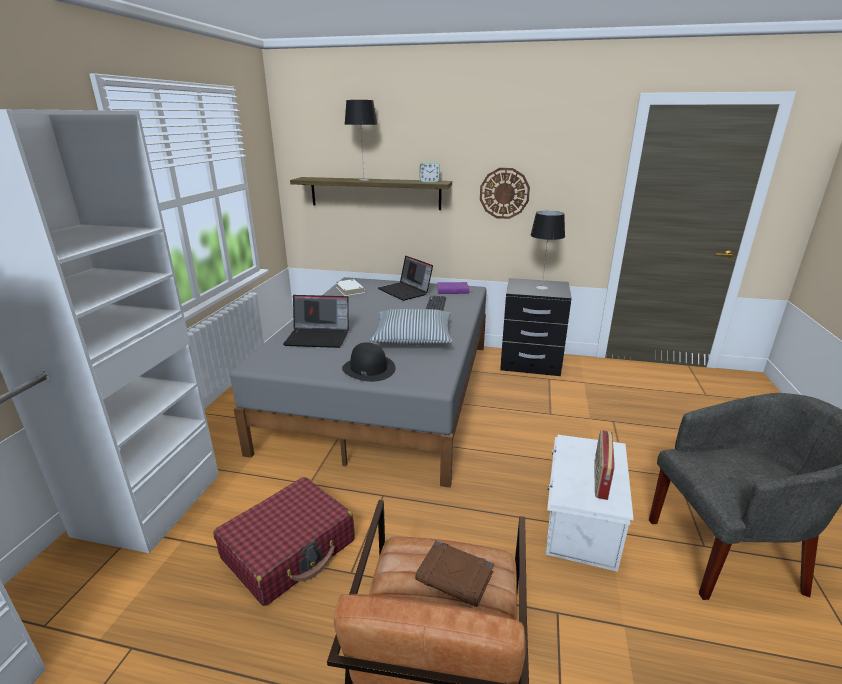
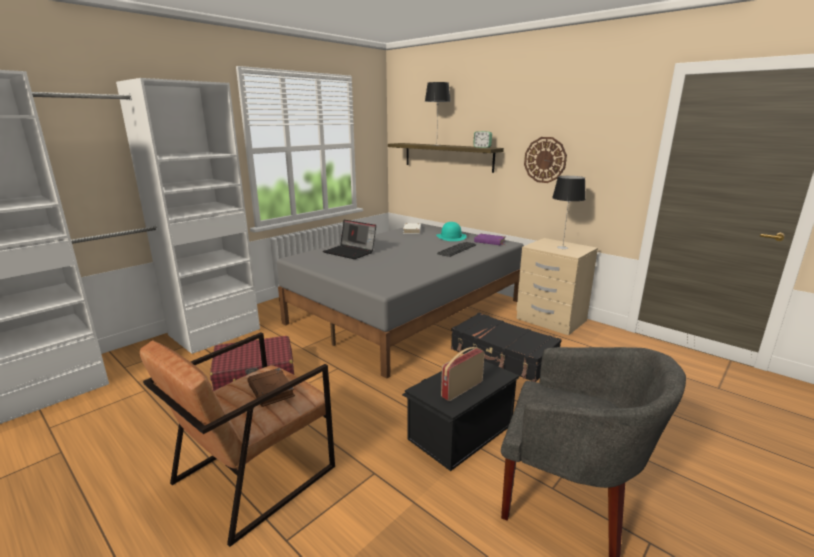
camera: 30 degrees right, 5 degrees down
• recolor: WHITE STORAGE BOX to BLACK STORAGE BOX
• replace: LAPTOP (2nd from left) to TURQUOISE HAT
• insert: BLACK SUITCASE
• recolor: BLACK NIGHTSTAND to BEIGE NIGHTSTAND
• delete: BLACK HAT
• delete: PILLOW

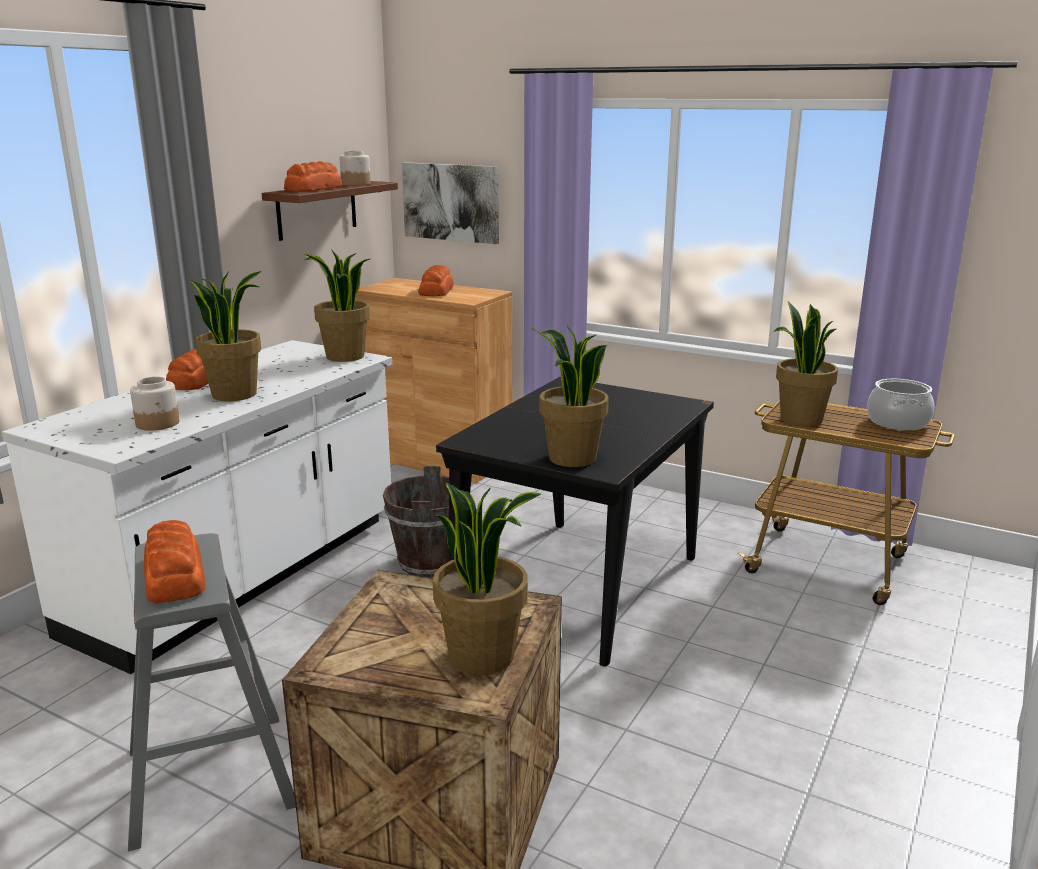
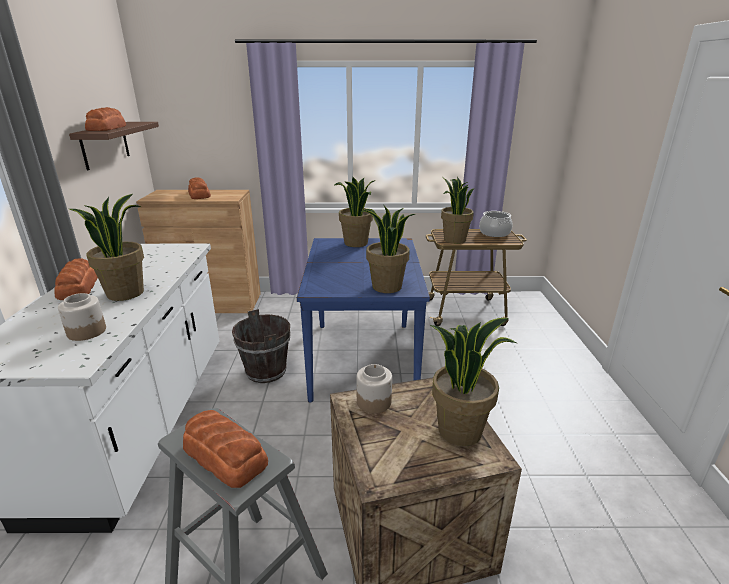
camera: 30 degrees left, 5 degrees up
• recolor: BLACK DINING TABLE to BLUE DINING TABLE
• move: POTTED PLANT (2nd from left)
• move: JAR (2nd from left)
• delete: PICTURE

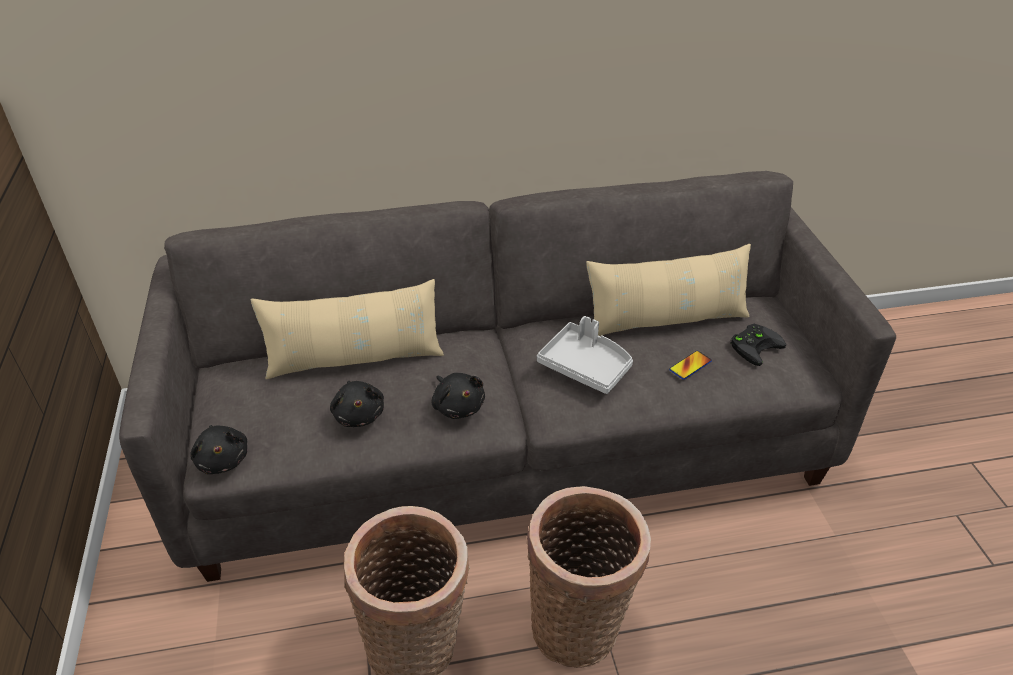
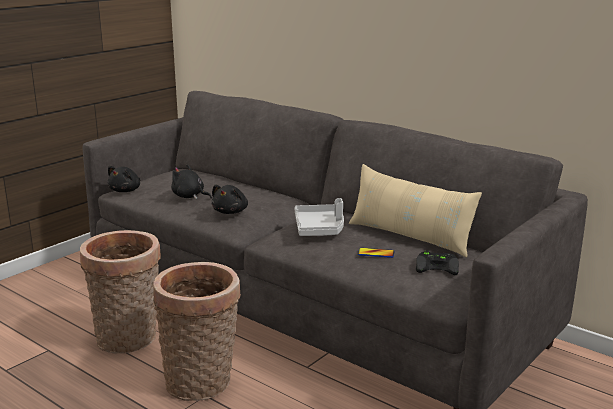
camera: 50 degrees right, 20 degrees down
• rotate: BLACK PLUSH TOY (2nd from left) 90 degrees clockwise
• delete: BEIGE PILLOW (1st from left)

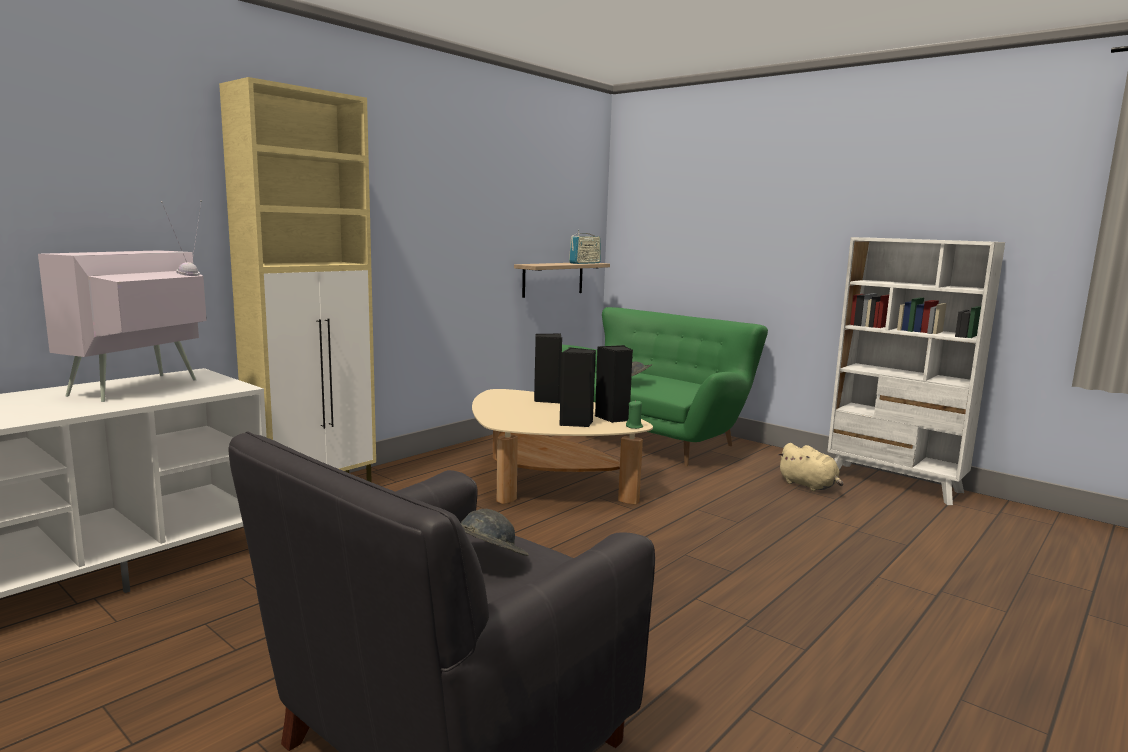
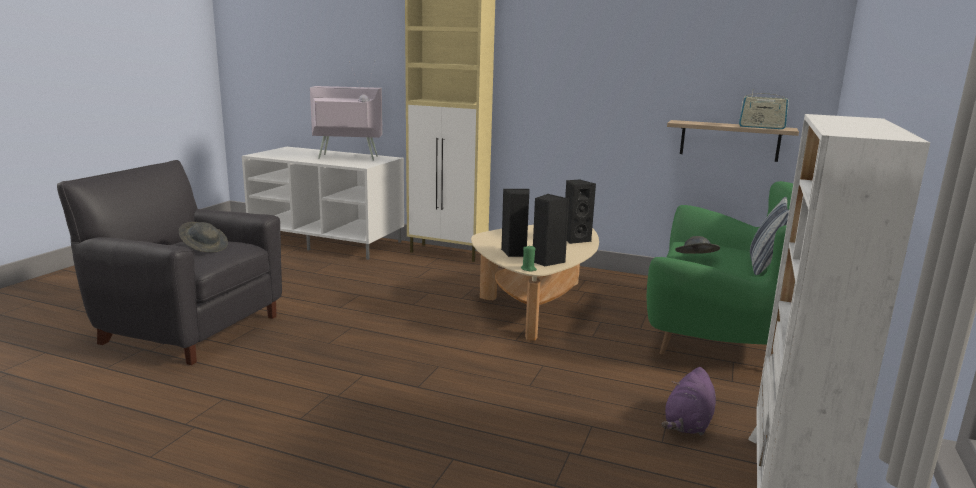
camera: 70 degrees right, 5 degrees up
• recolor: BEIGE PLUSH TOY to PURPLE PLUSH TOY
• insert: PILLOW

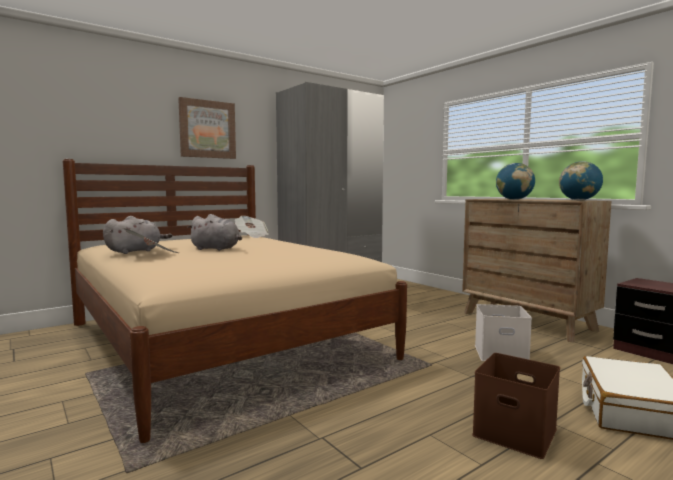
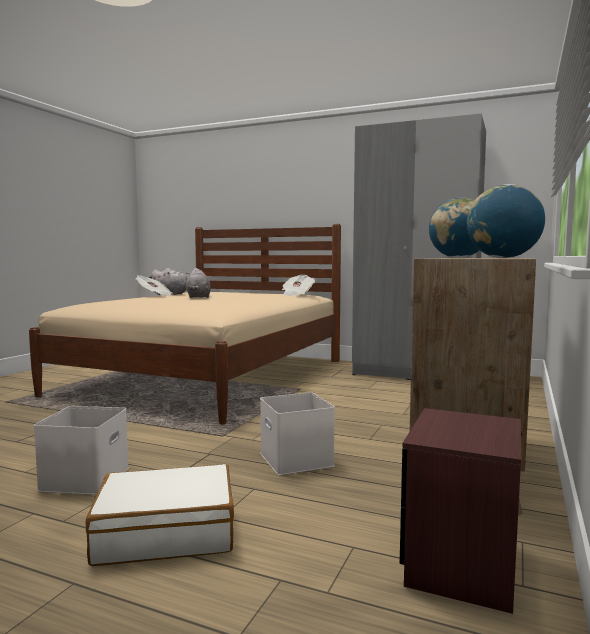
camera: 60 degrees right, 0 degrees up
• recolor: BROWN STORAGE BOX to WHITE STORAGE BOX (1st from left)
• delete: PICTURE

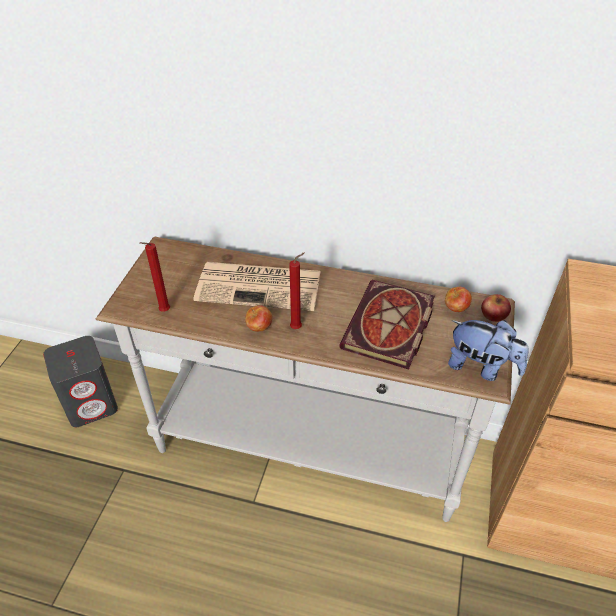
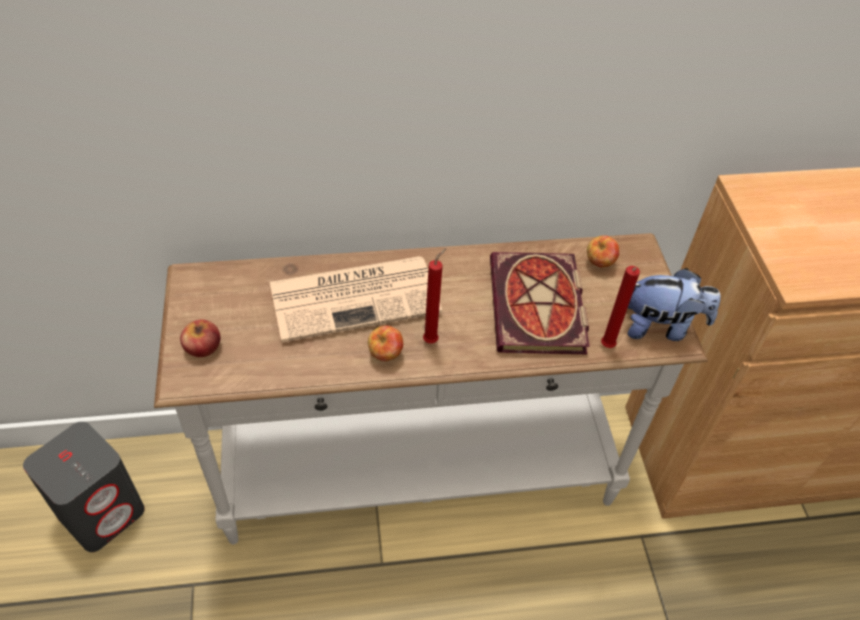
camera: 25 degrees left, 5 degrees up
• move: APPLE (3rd from left in the first image) to APPLE (1st from left)
• move: RED CANDLE (1st from left in the first image) to RED CANDLE (2nd from left)

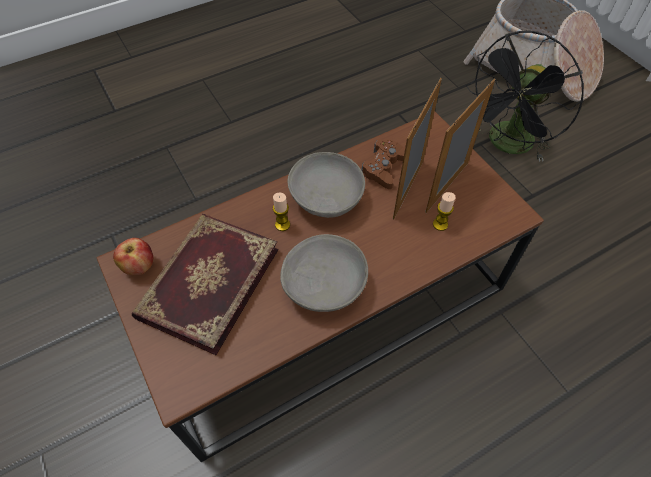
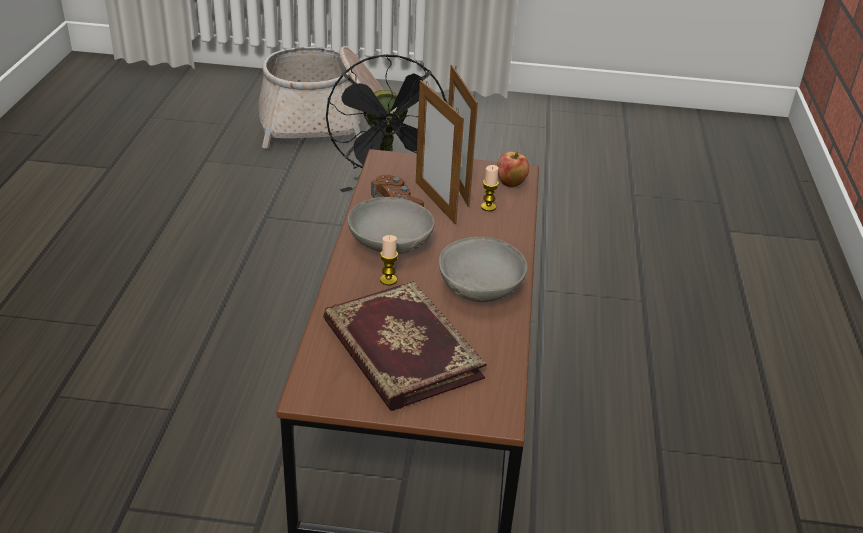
camera: 55 degrees left, 20 degrees down
• move: APPLE

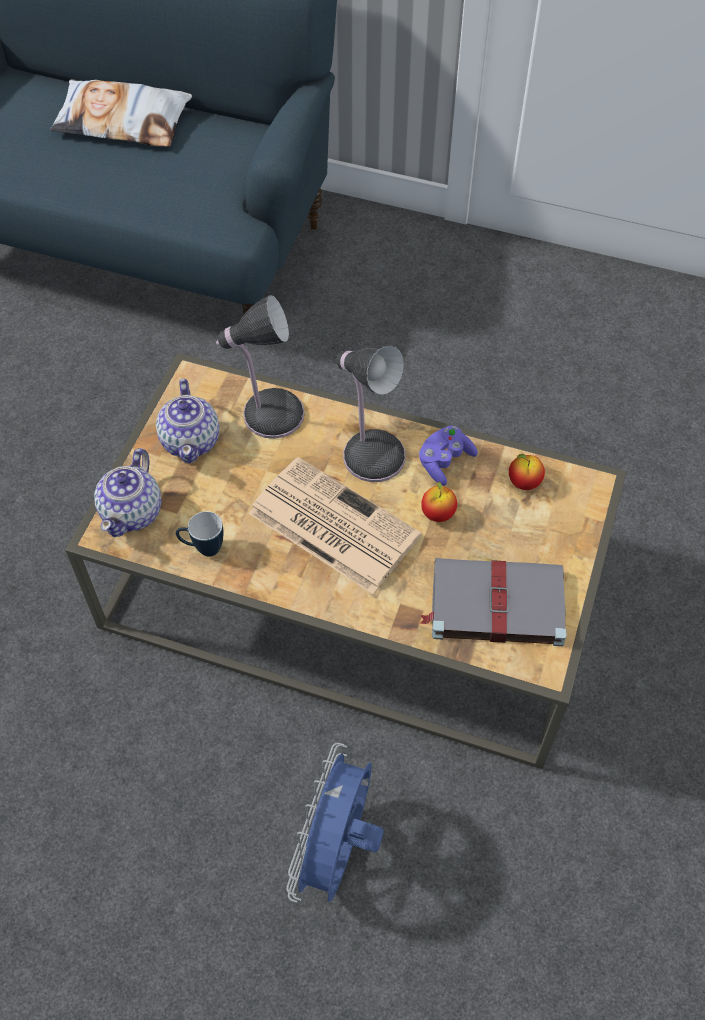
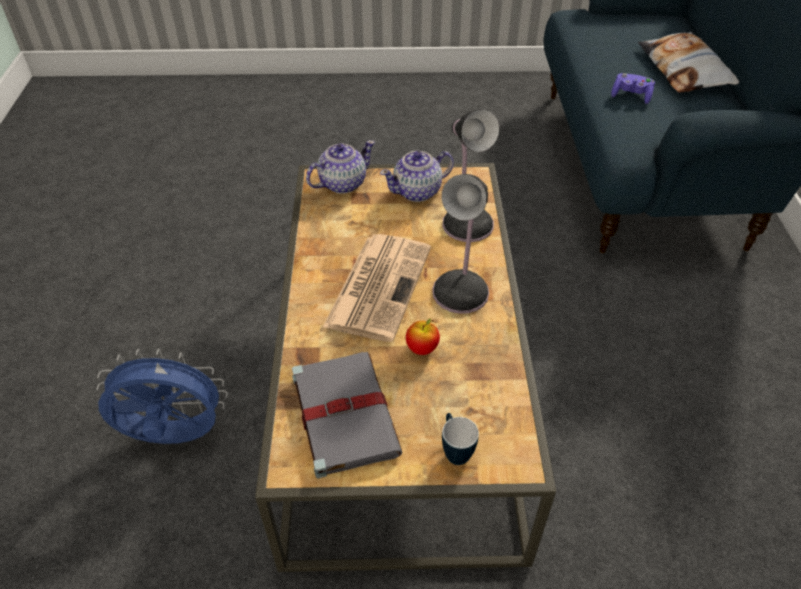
camera: 70 degrees right, 10 degrees down
• rotate: TEAPOT (1st from left) 150 degrees clockwise
• move: MUG
• move: PURPLE GAME CONTROLLER
• delete: APPLE (2nd from left)

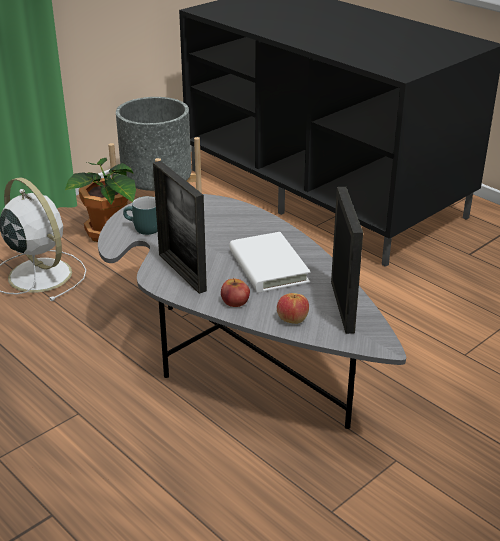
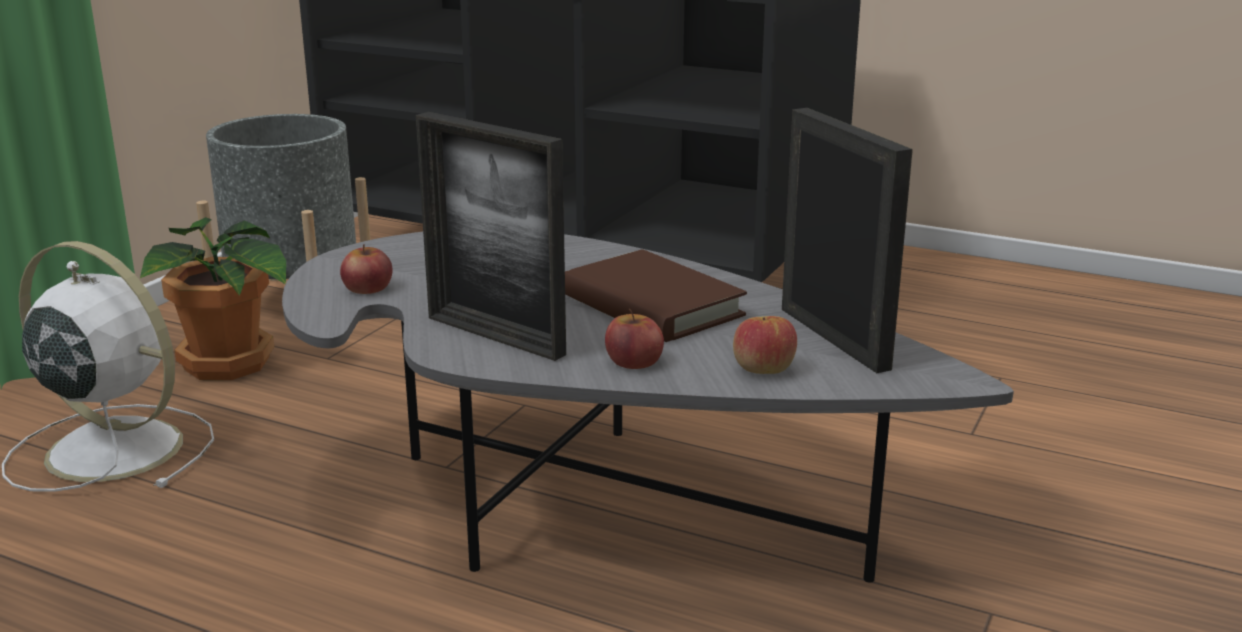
camera: 20 degrees left, 10 degrees down
• replace: TURQUOISE MUG to APPLE (1st from left)
• recolor: WHITE BOOK to BROWN BOOK

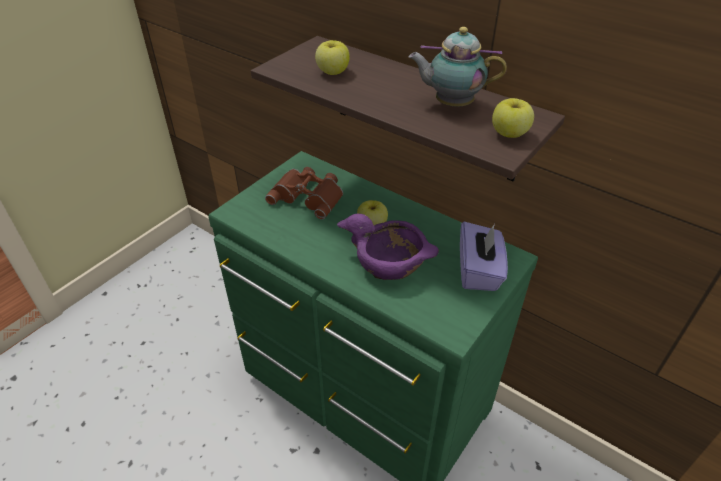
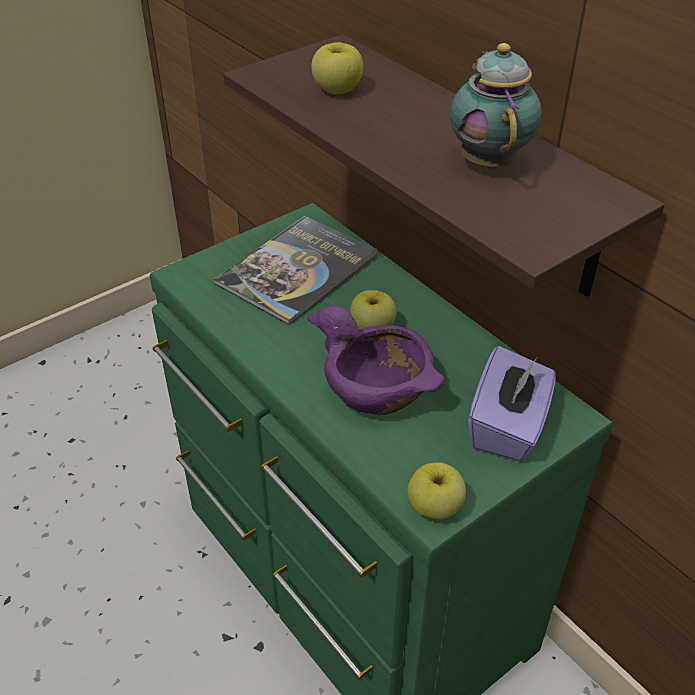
camera: 15 degrees right, 0 degrees up
• replace: BROWN BINOCULARS to BOOK
• move: APPLE (3rd from left)
• rotate: TEAPOT 60 degrees clockwise

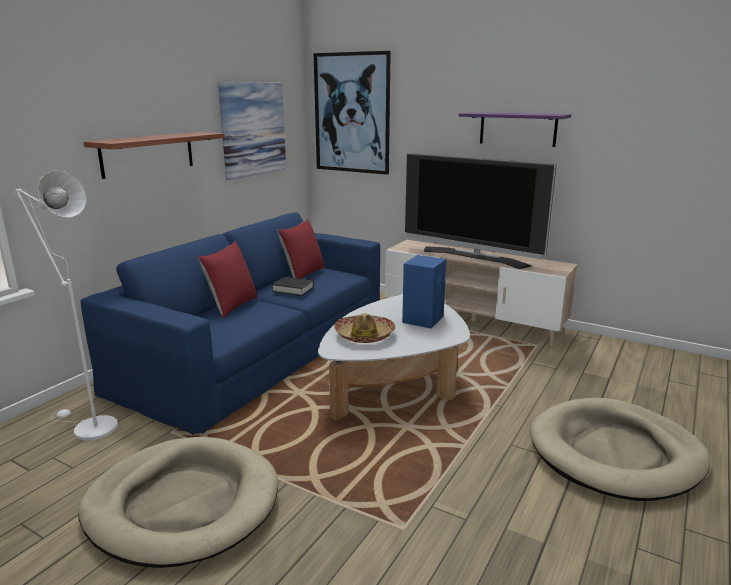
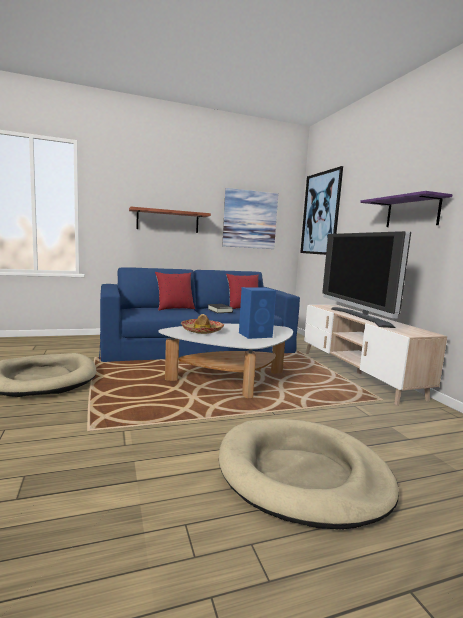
camera: 40 degrees right, 10 degrees down
• delete: WHITE FLOOR LAMP

